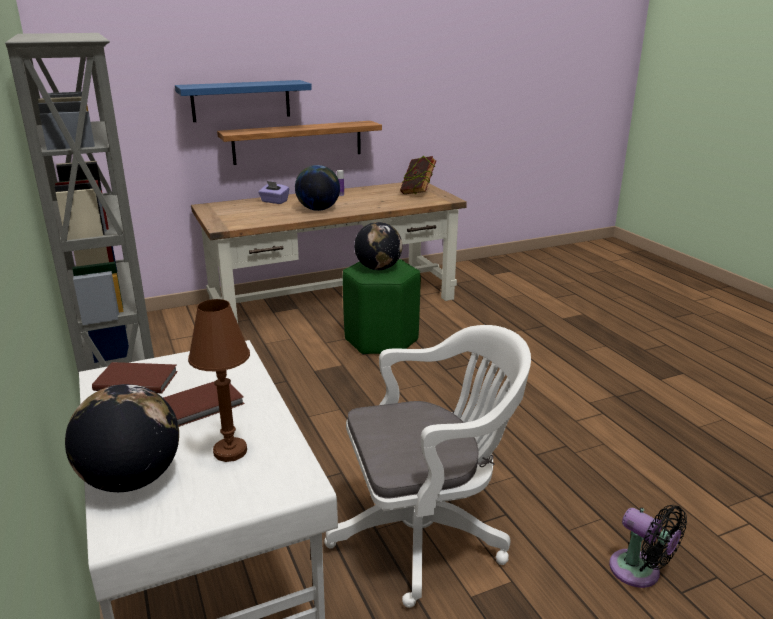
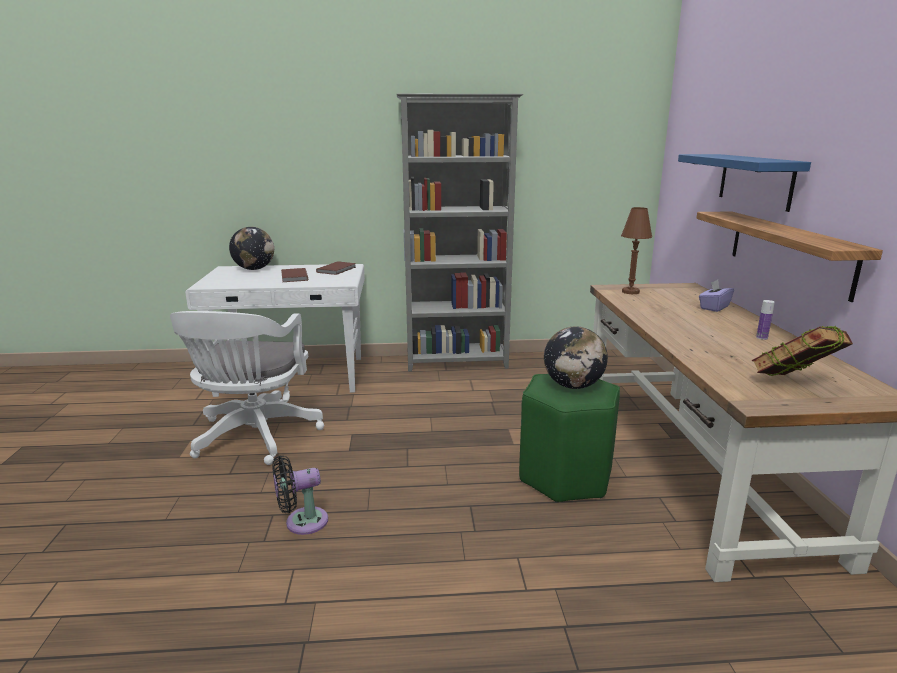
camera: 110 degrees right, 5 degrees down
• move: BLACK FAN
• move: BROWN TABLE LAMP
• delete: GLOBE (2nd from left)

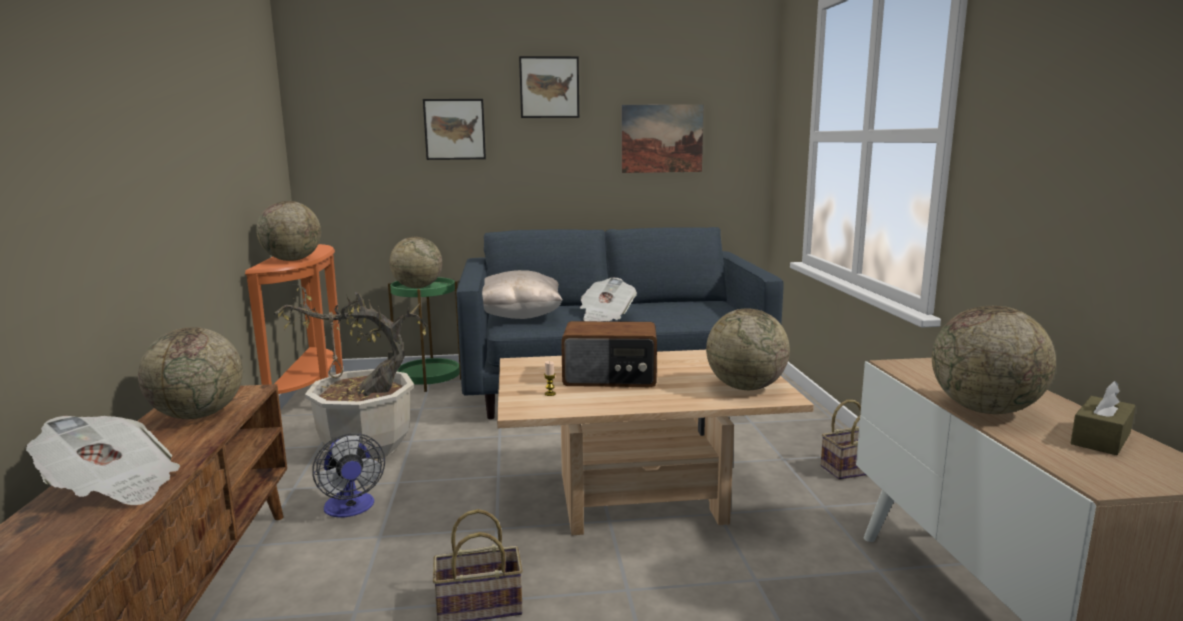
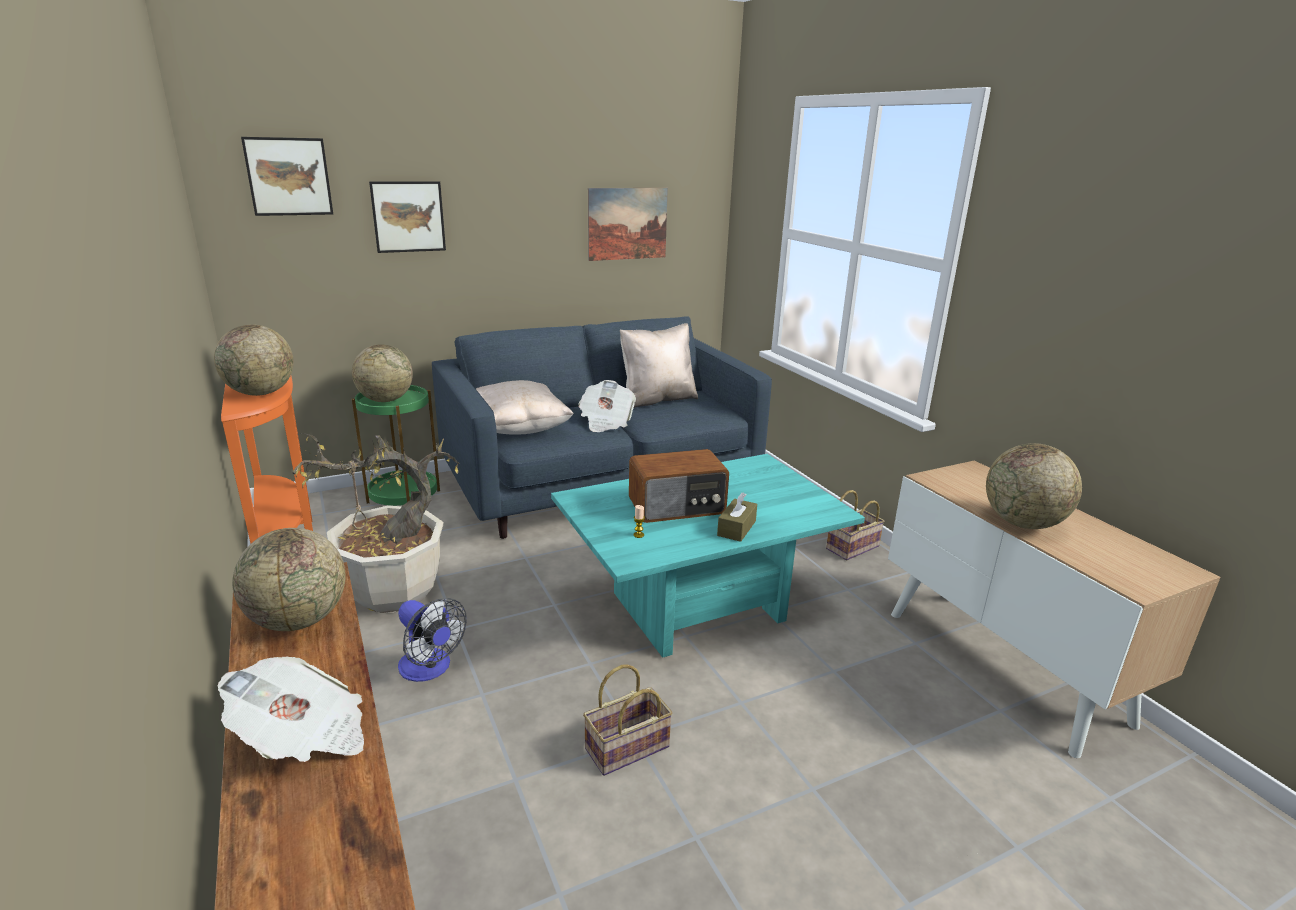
camera: 20 degrees left, 10 degrees up
• move: PICTURE (2nd from left in the first image) to PICTURE (1st from left)
• recolor: BEIGE COFFEE TABLE to TURQUOISE COFFEE TABLE
• insert: BEIGE PILLOW (2nd from left)
• move: BROWN TISSUE BOX
• delete: GLOBE (4th from left)

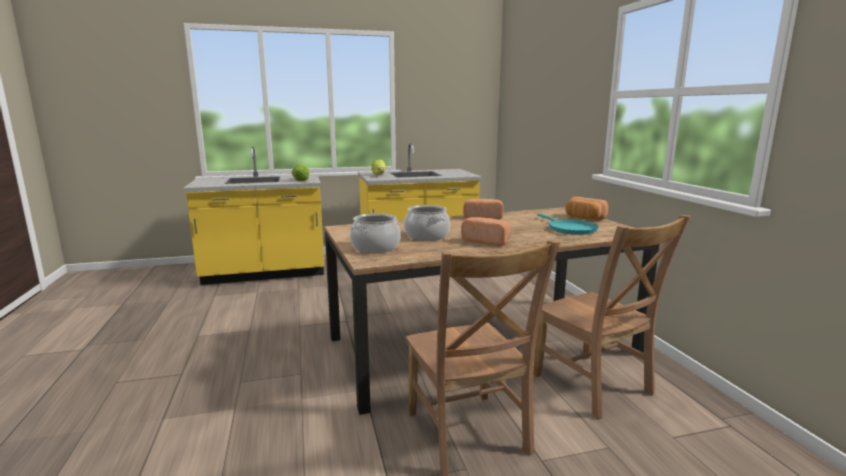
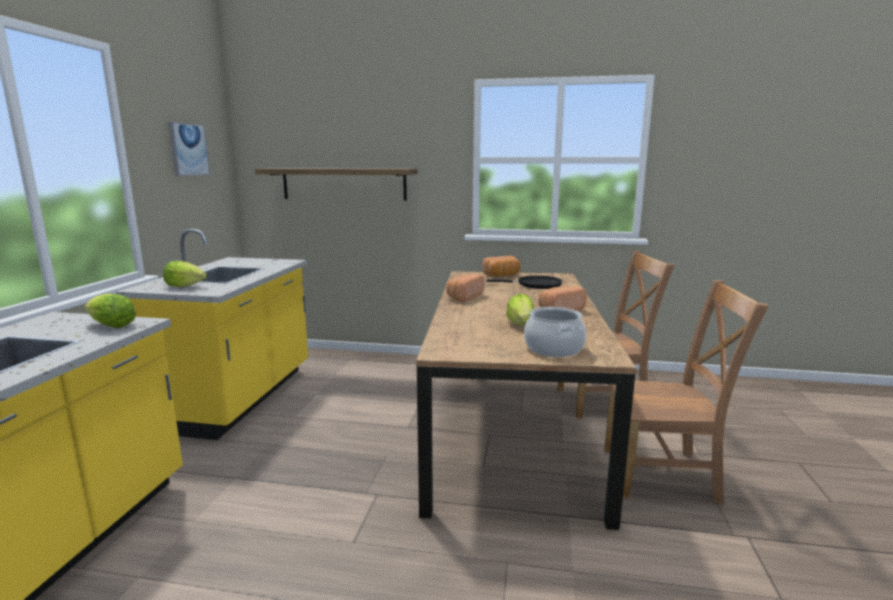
camera: 65 degrees left, 0 degrees up
• insert: PICTURE
• insert: SHELF
• recolor: TURQUOISE FRYING PAN to BLACK FRYING PAN
• replace: COOKING POT (2nd from left) to LETTUCE (3rd from left)

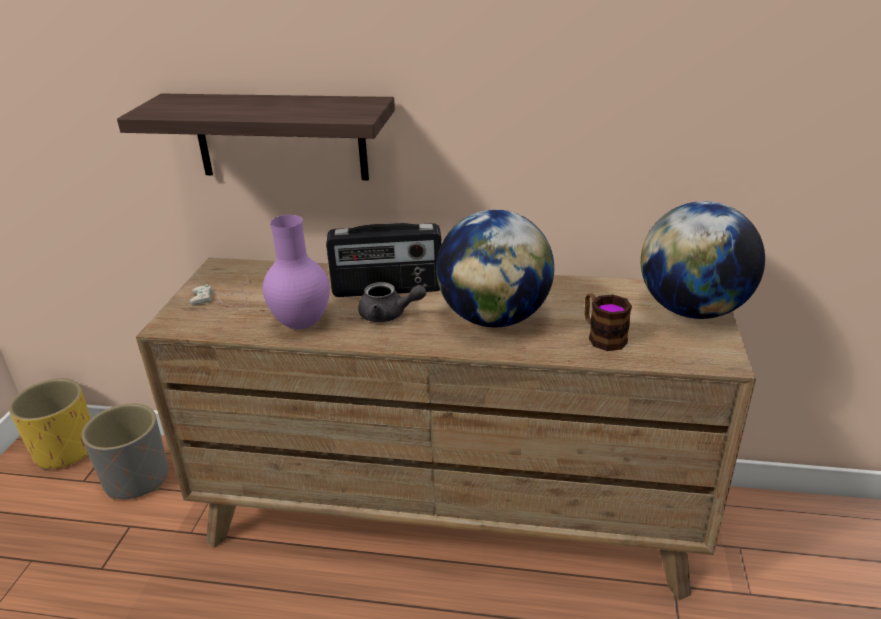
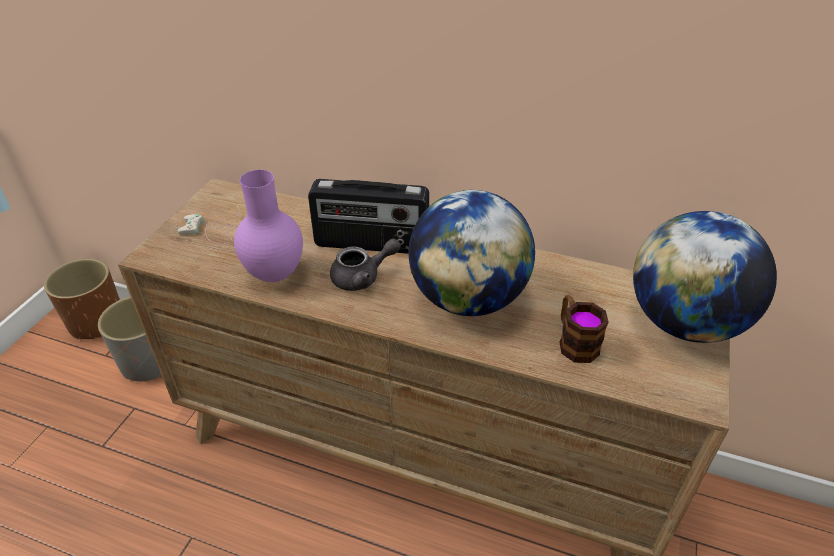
camera: 10 degrees right, 10 degrees up
• recolor: YELLOW PLANTER to BROWN PLANTER
• rotate: GREY TEAPOT 45 degrees counterclockwise
• delete: SHELF

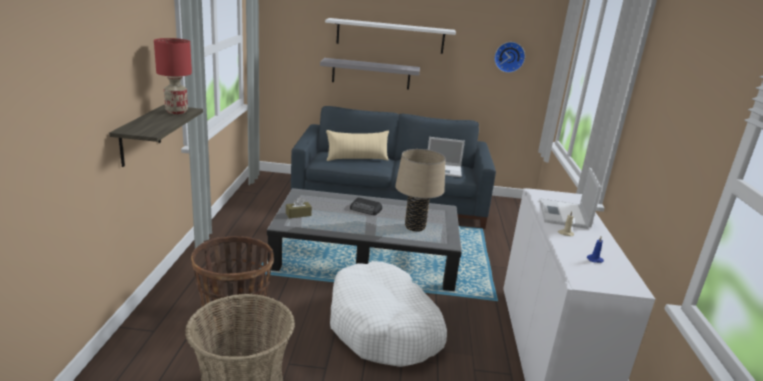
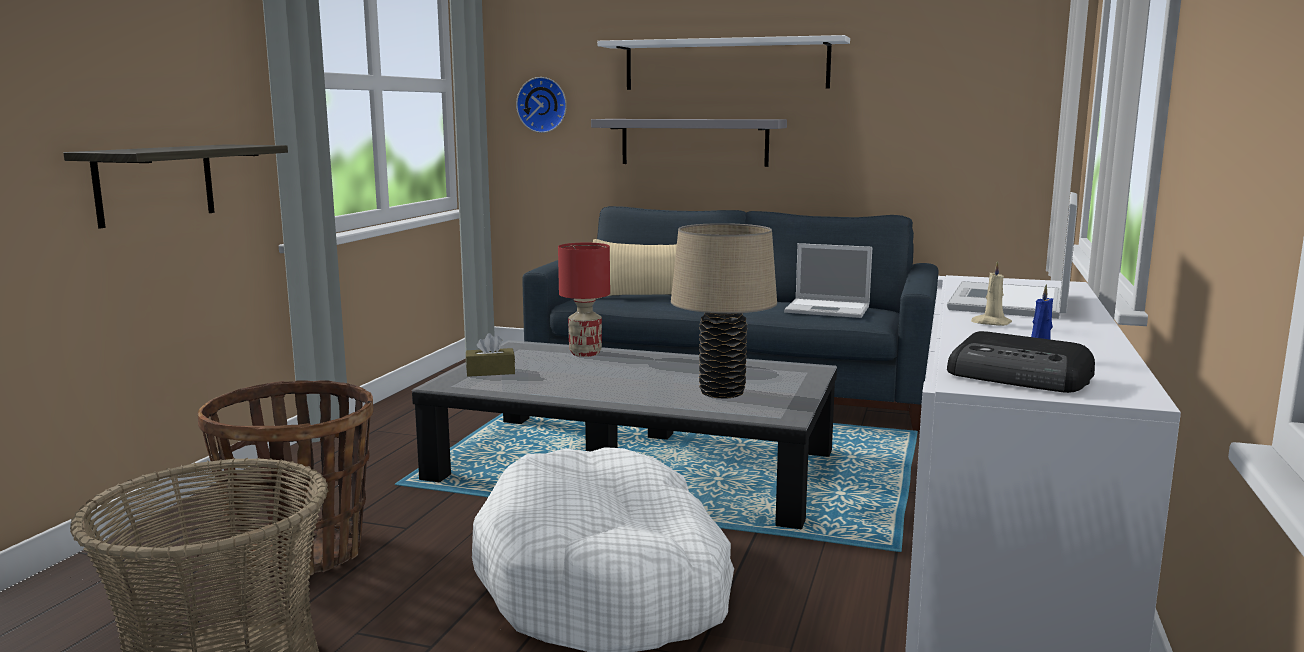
camera: 15 degrees right, 10 degrees down
• move: WALL CLOCK
• move: RED TABLE LAMP
• move: RADIO

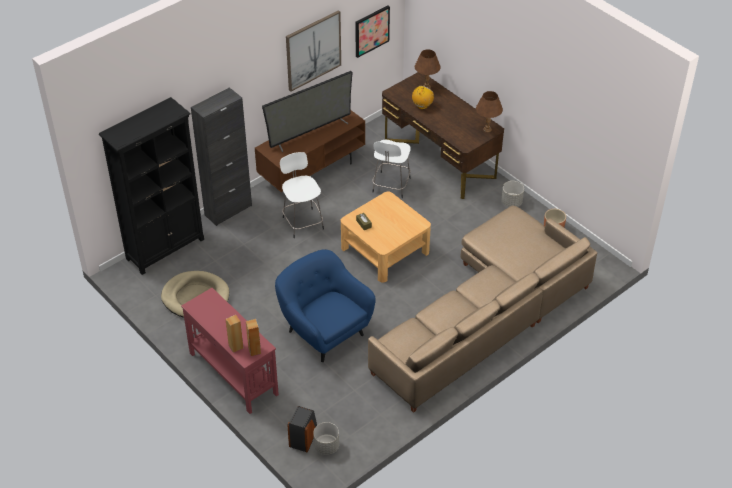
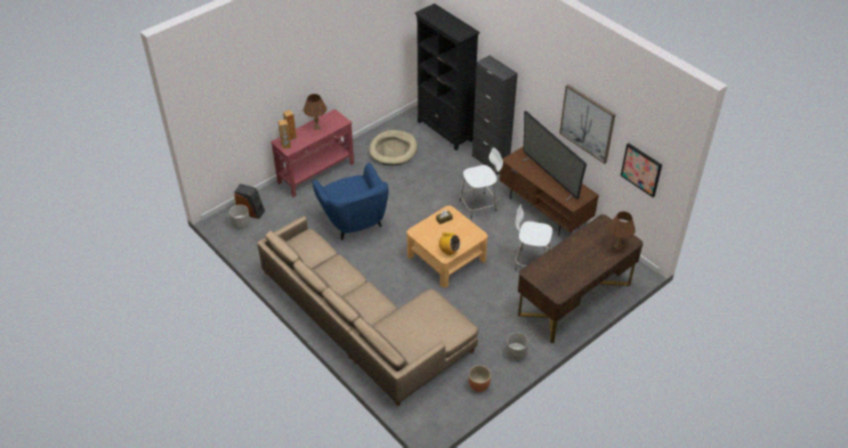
camera: 90 degrees right, 0 degrees up
• move: BROWN TABLE LAMP (2nd from left in the first image) to BROWN TABLE LAMP (1st from left)
• rotate: BLUE ARMCHAIR 105 degrees clockwise
• move: RADIO

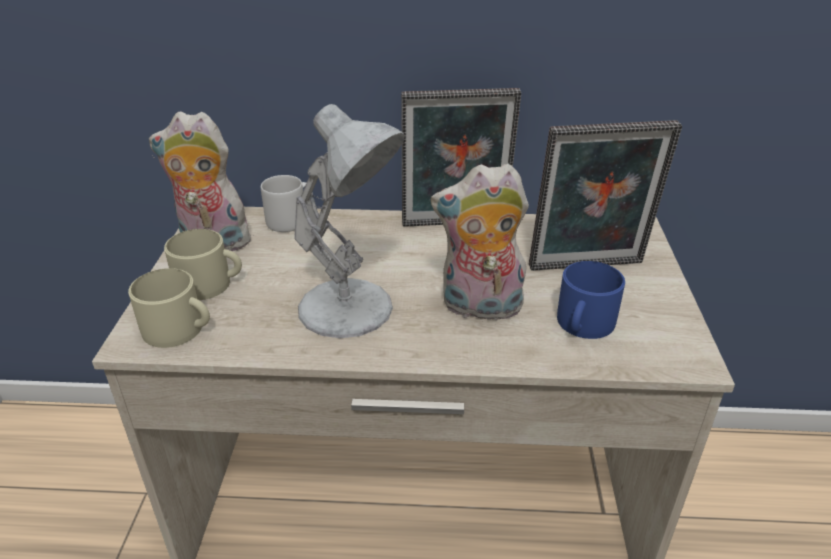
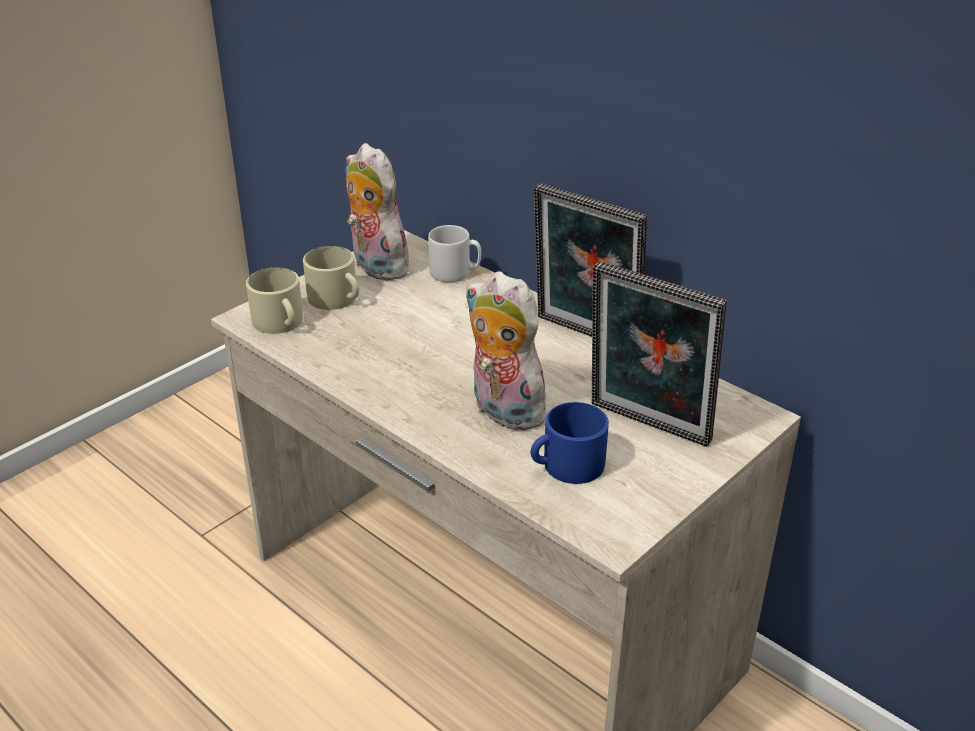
camera: 40 degrees right, 0 degrees up
• delete: WHITE TABLE LAMP

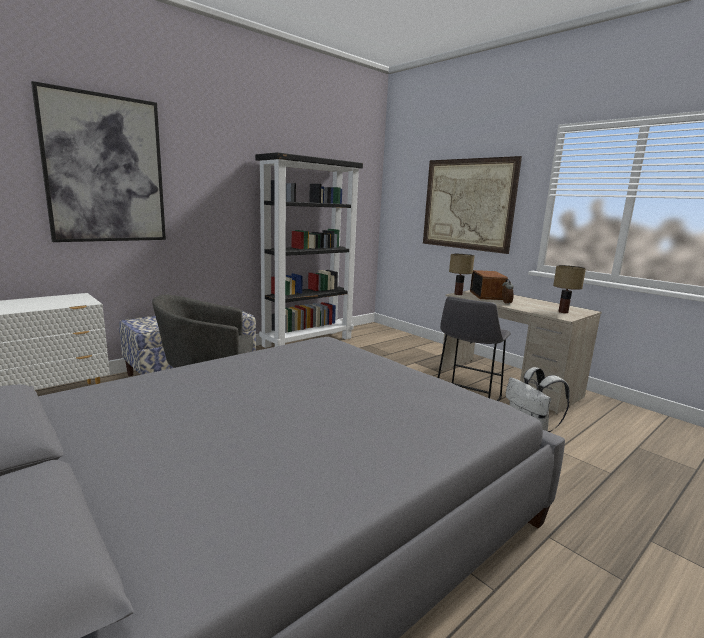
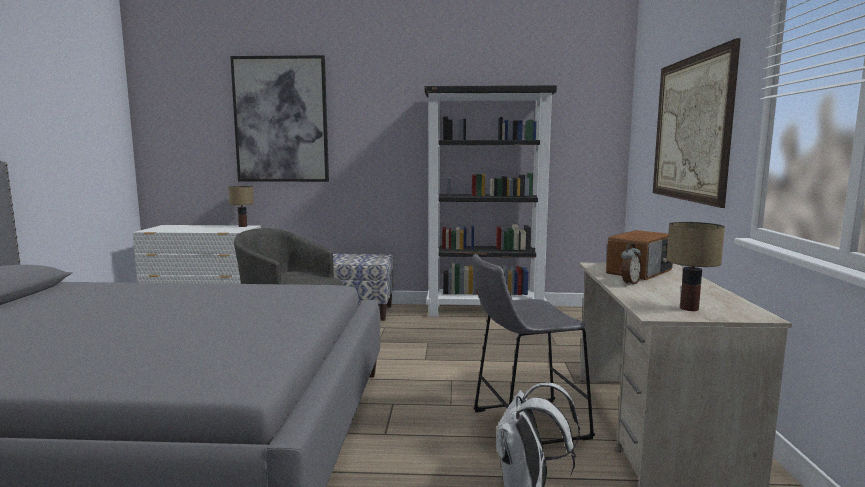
camera: 45 degrees right, 5 degrees down
• move: TABLE LAMP (1st from left)

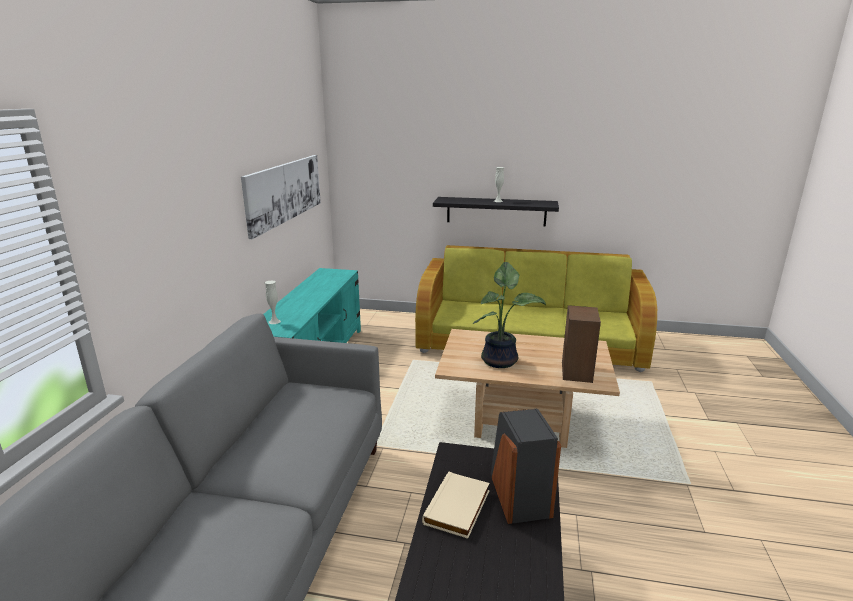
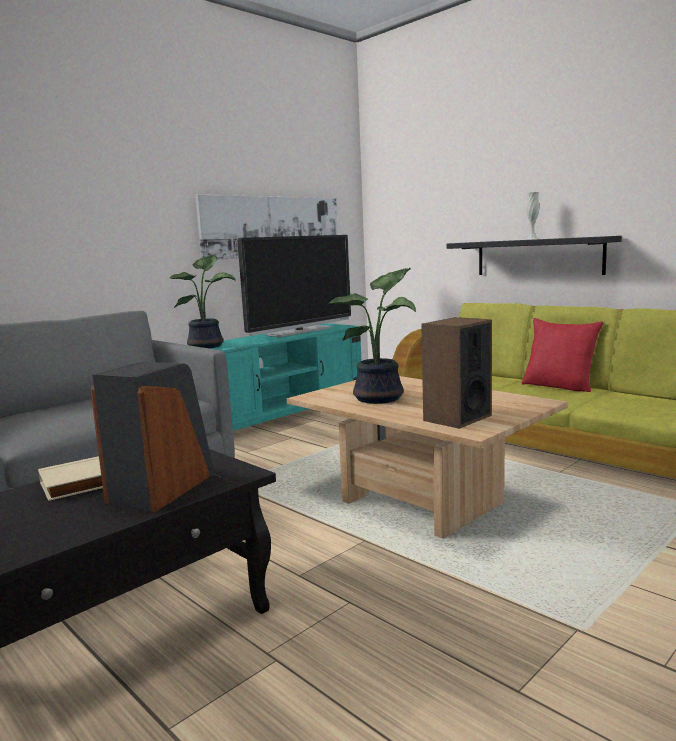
camera: 35 degrees right, 10 degrees down
• replace: WHITE VASE (1st from left) to POTTED PLANT (1st from left)
• insert: TELEVISION
• insert: RED PILLOW

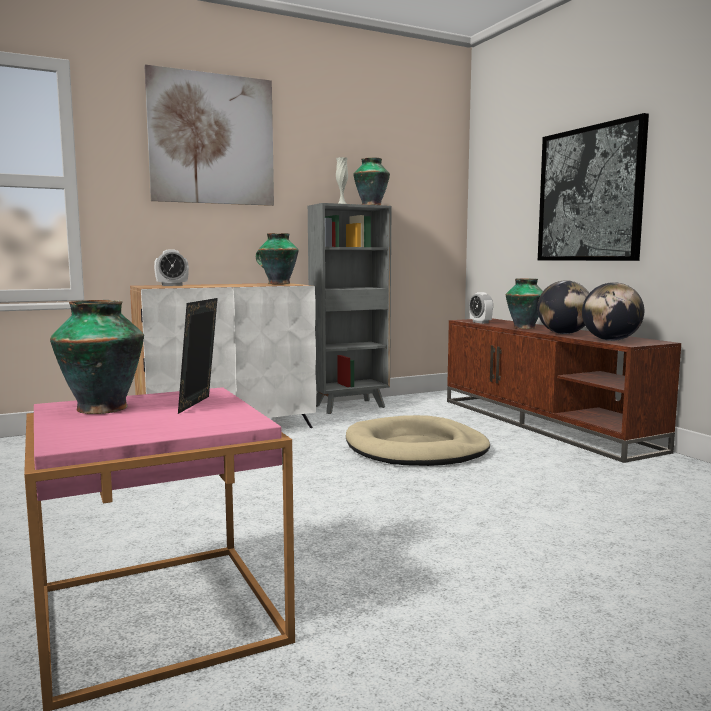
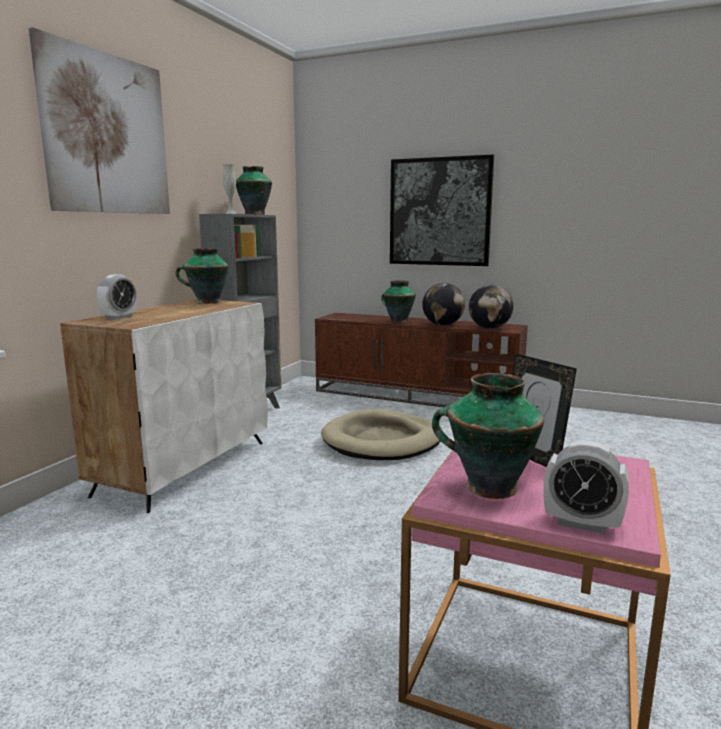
camera: 40 degrees left, 5 degrees up
• move: ALARM CLOCK (2nd from left)

